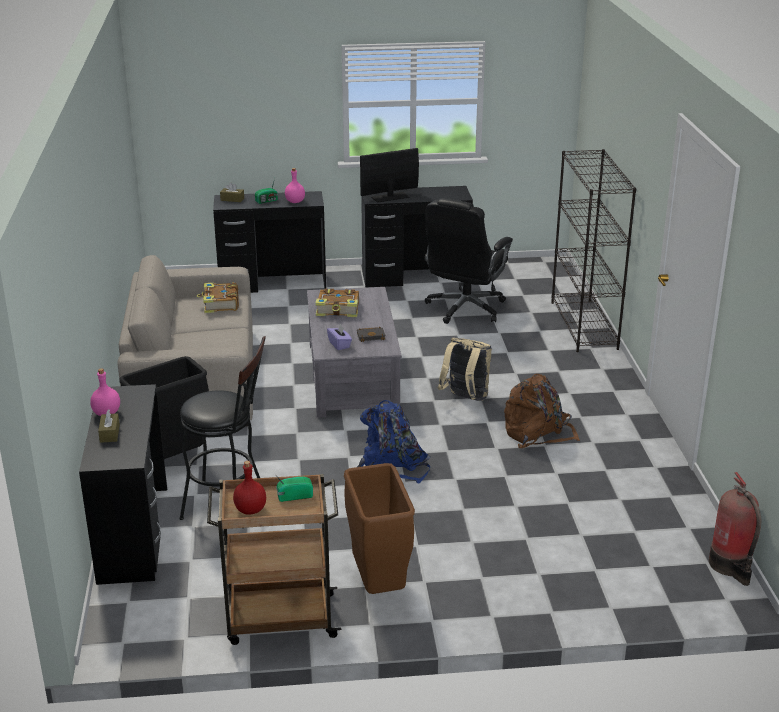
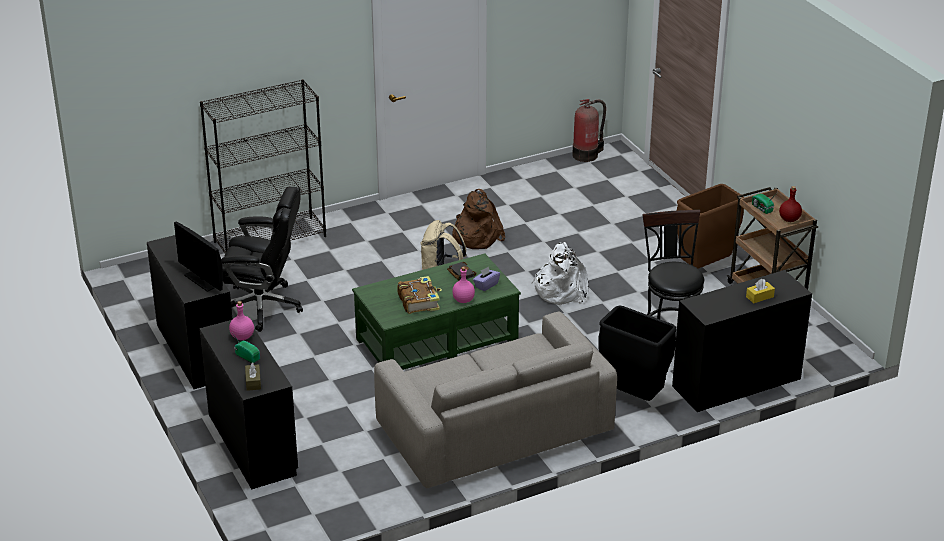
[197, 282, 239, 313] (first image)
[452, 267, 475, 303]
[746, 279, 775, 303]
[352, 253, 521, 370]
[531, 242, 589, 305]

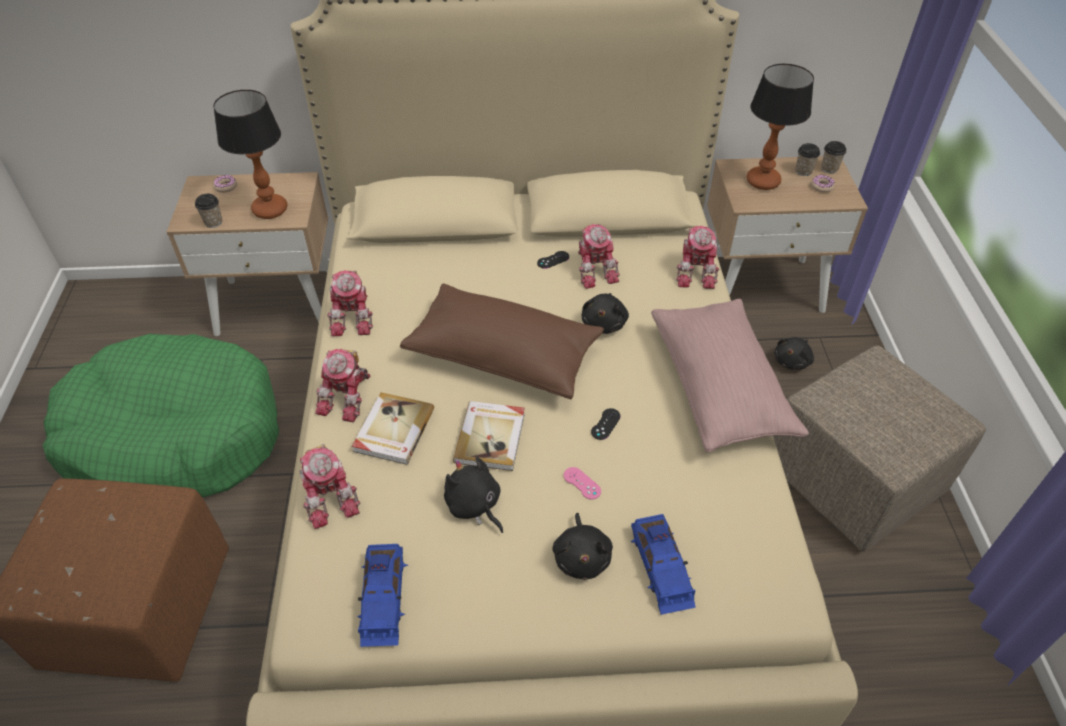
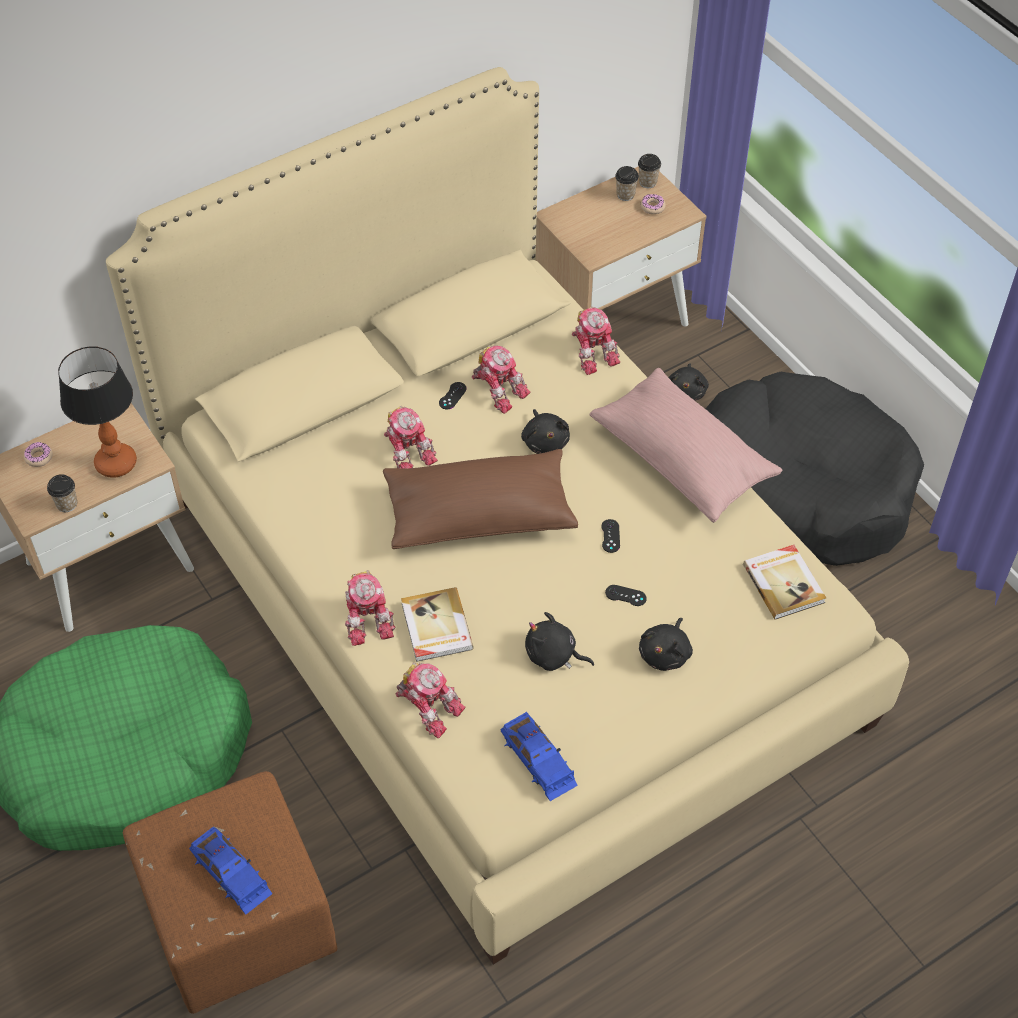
[747, 64, 814, 190] (first image)
[384, 406, 438, 468]
[743, 545, 826, 620]
[189, 826, 272, 914]
[705, 372, 924, 566]
[605, 585, 647, 606]
[639, 618, 693, 671]

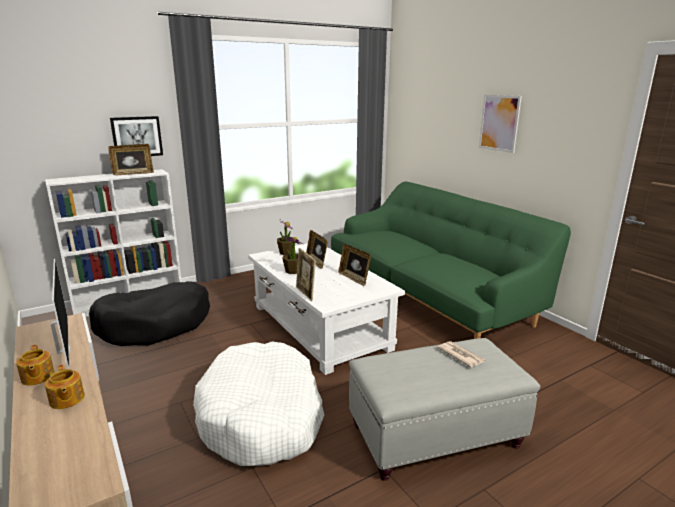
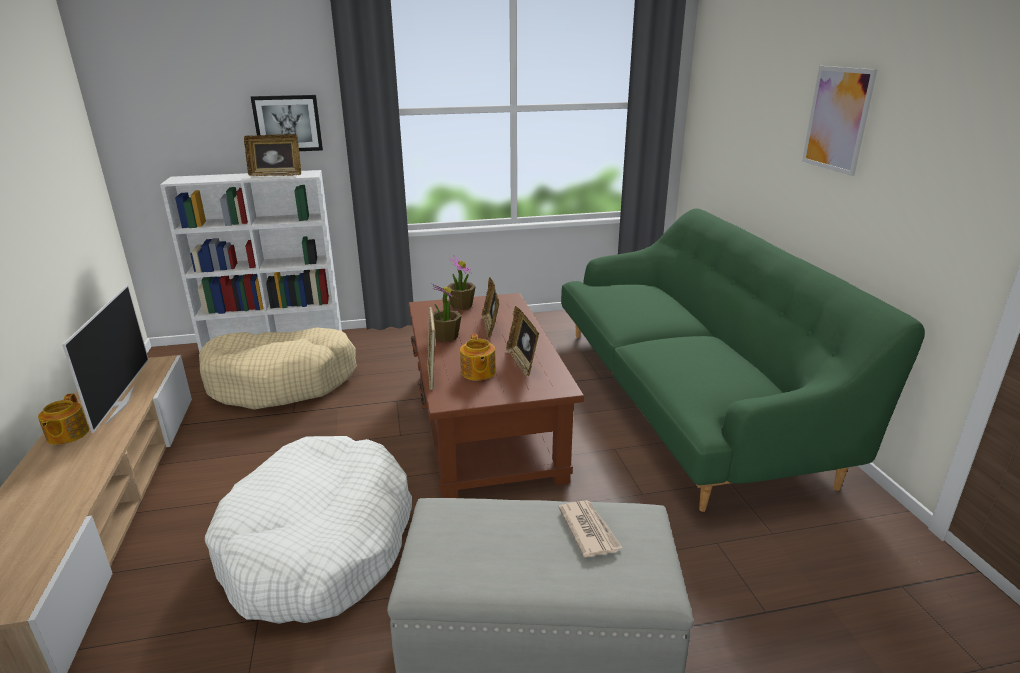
[460, 334, 496, 381]
[199, 327, 357, 410]
[409, 293, 584, 498]

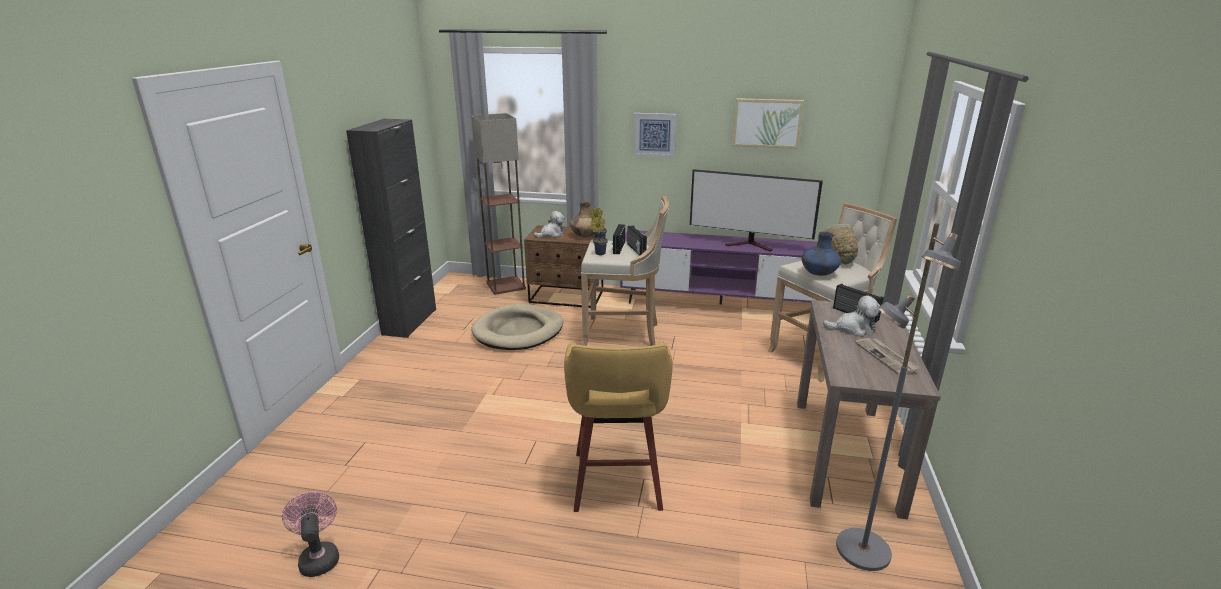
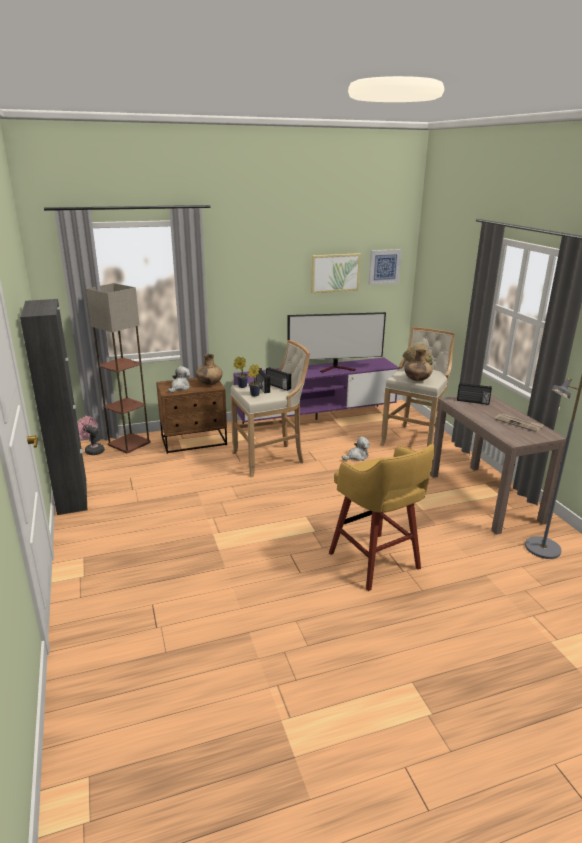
[471, 304, 563, 350] (first image)
[77, 416, 105, 455]
[369, 249, 402, 285]
[342, 436, 370, 461]
[404, 349, 433, 381]

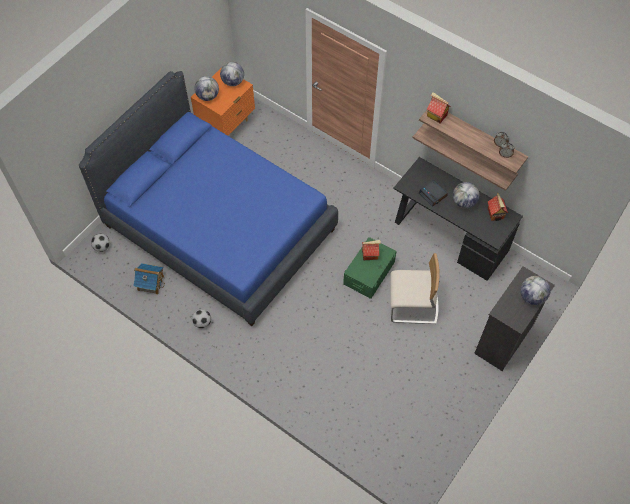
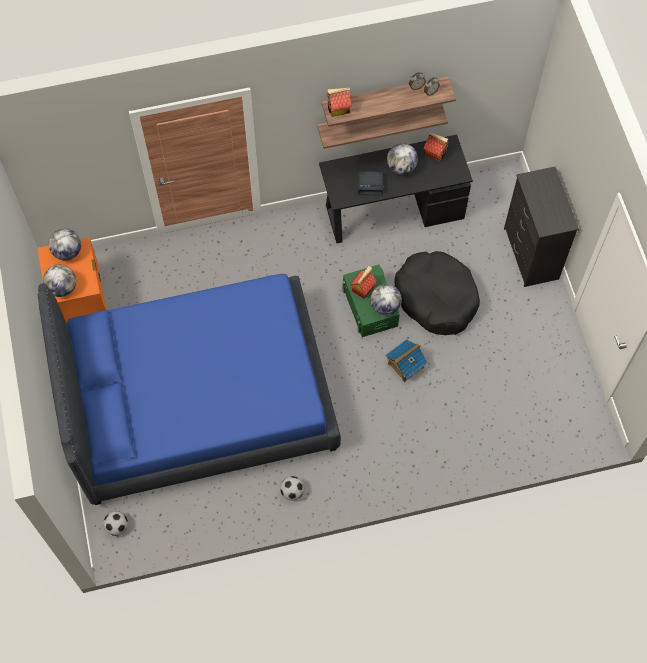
[385, 339, 428, 382]
[370, 284, 402, 315]
[394, 251, 480, 335]

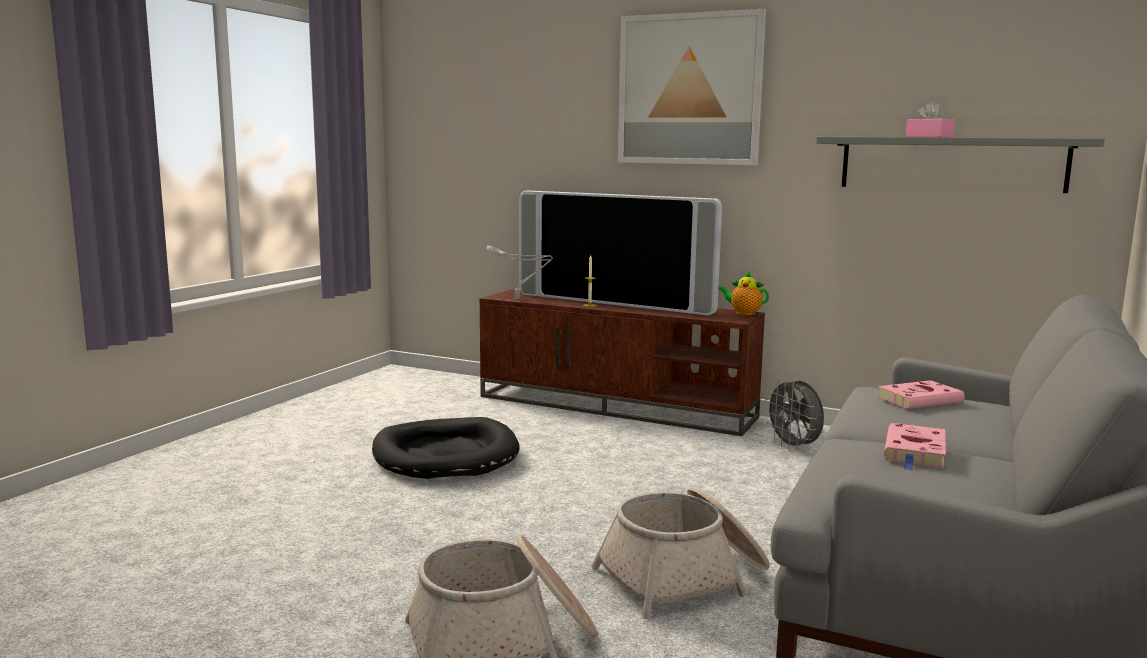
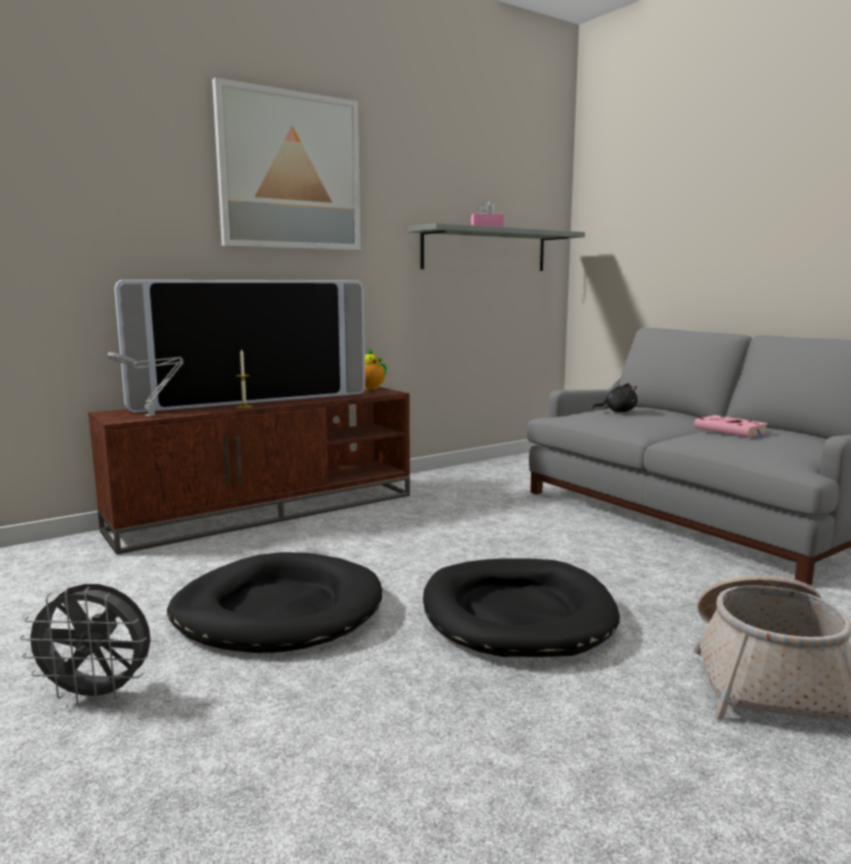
[591, 487, 770, 619] (first image)
[423, 558, 620, 657]
[19, 584, 150, 705]
[592, 383, 638, 412]

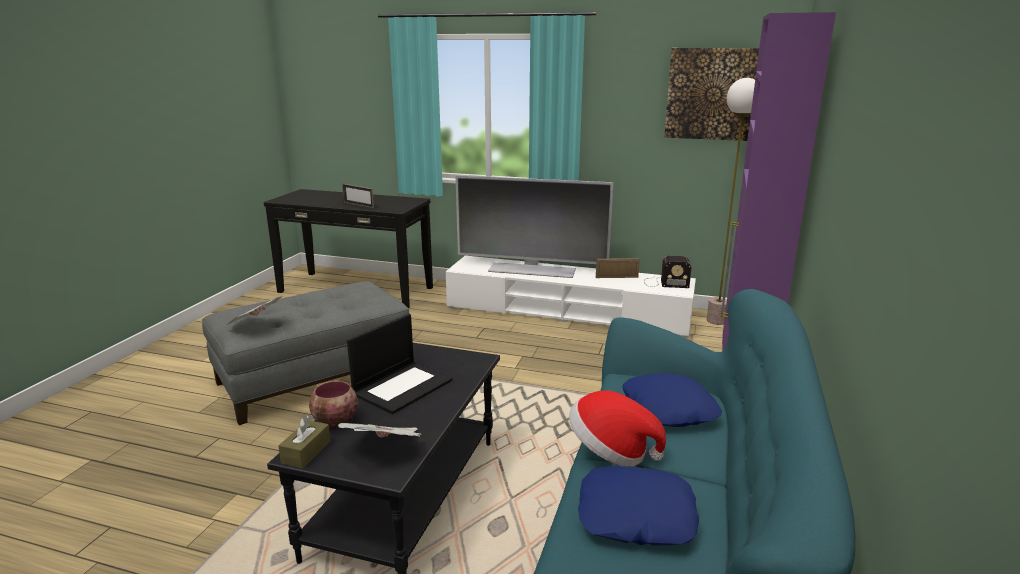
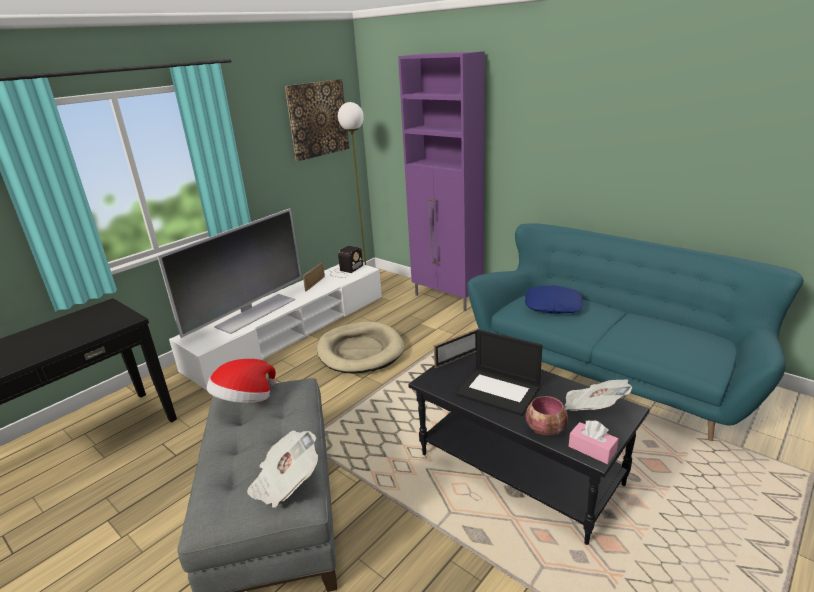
[578, 466, 699, 546] (first image)
[317, 322, 404, 374]
[434, 328, 480, 368]
[207, 359, 276, 403]
[569, 420, 619, 464]
[456, 329, 542, 416]

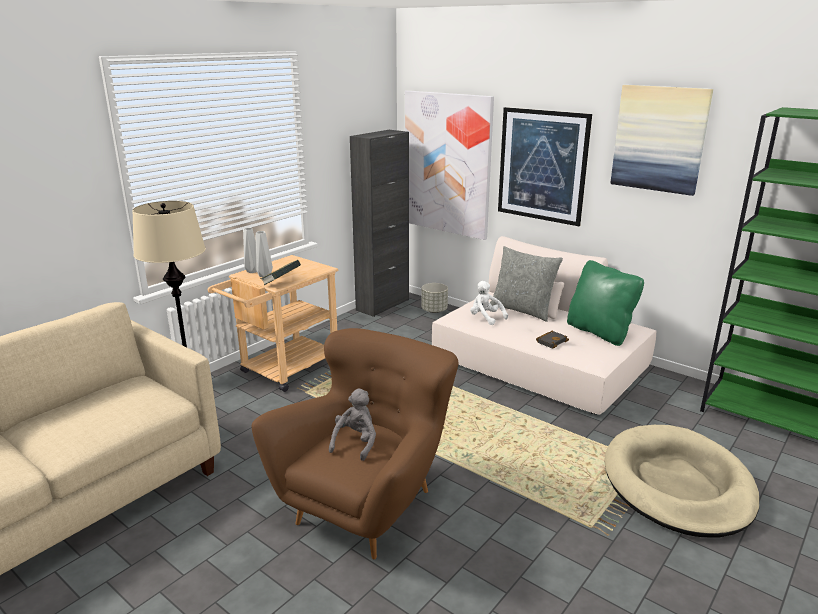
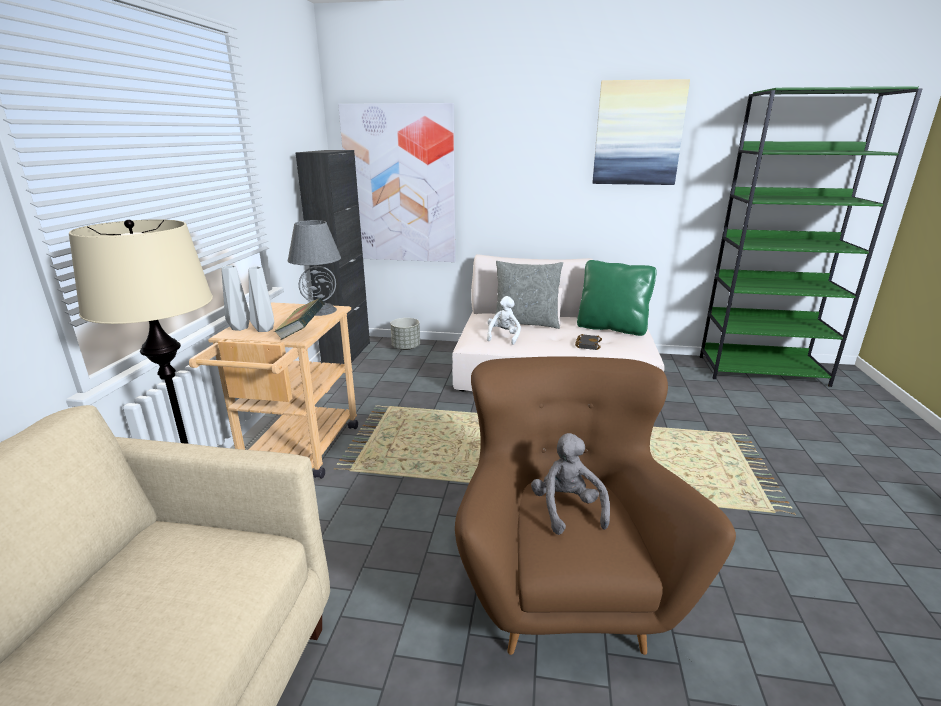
[498, 107, 592, 226] (first image)
[604, 425, 759, 538] (first image)
[288, 220, 341, 316]
[487, 296, 521, 345]

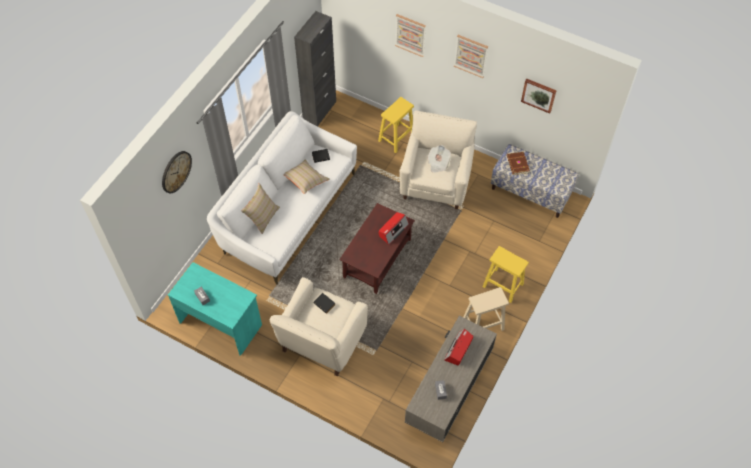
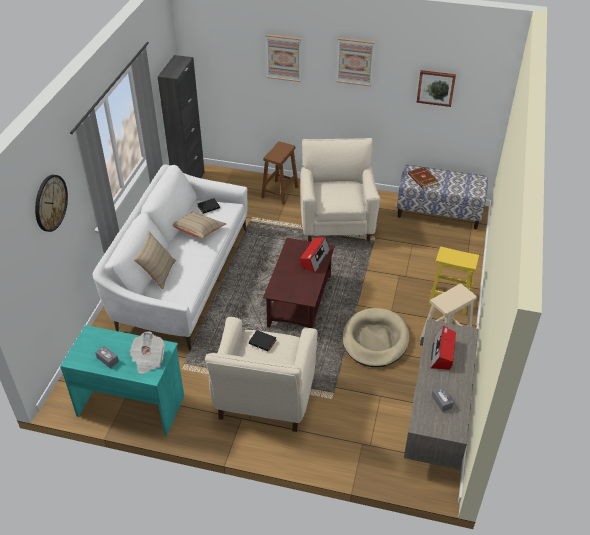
[342, 308, 409, 367]
[129, 331, 165, 374]
[261, 141, 299, 205]

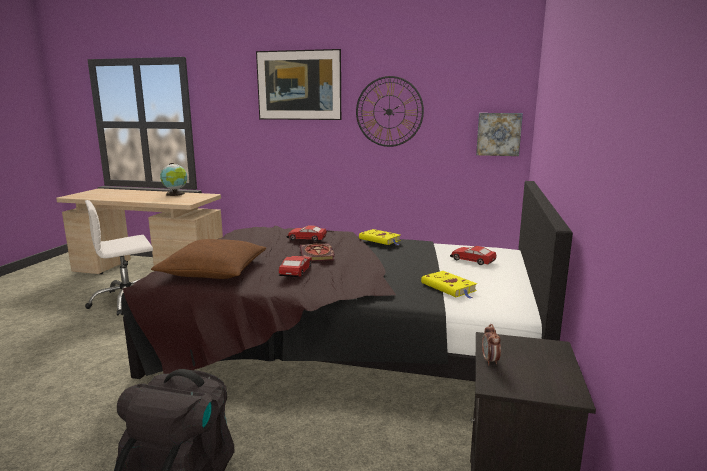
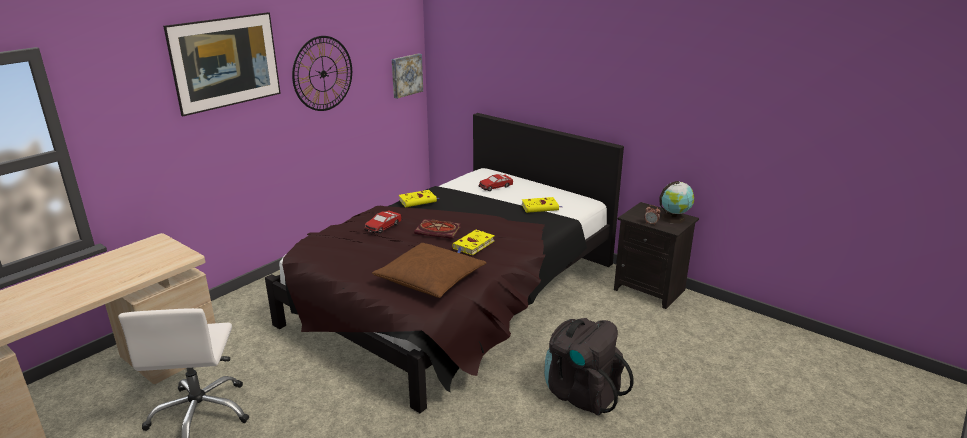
[659, 181, 694, 223]
[452, 230, 495, 255]

